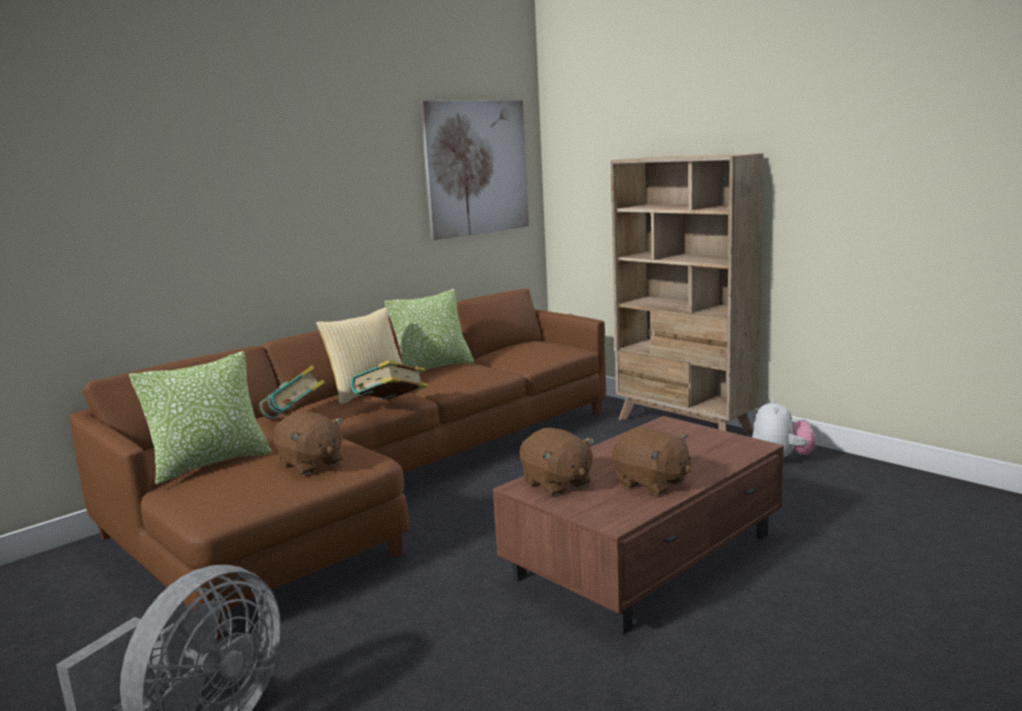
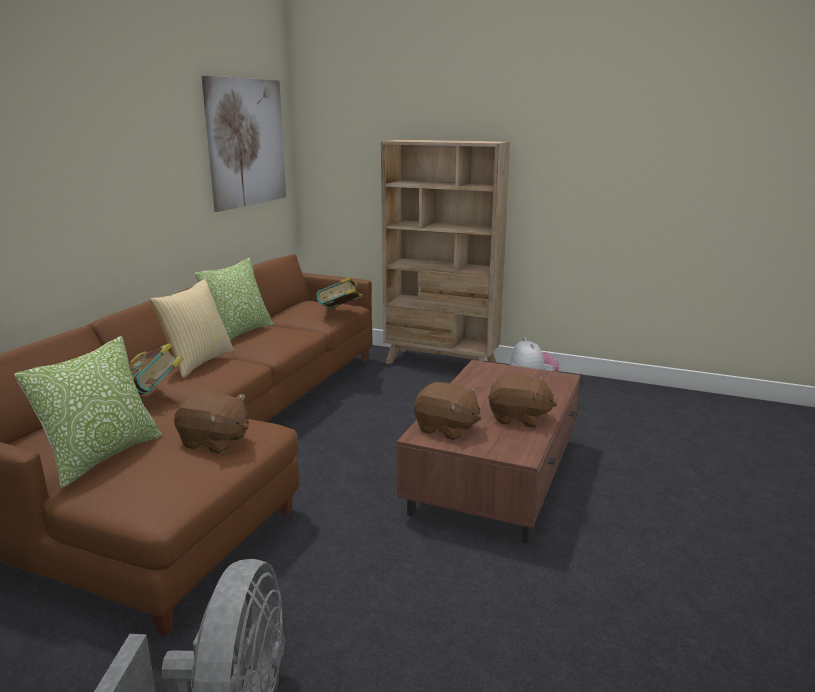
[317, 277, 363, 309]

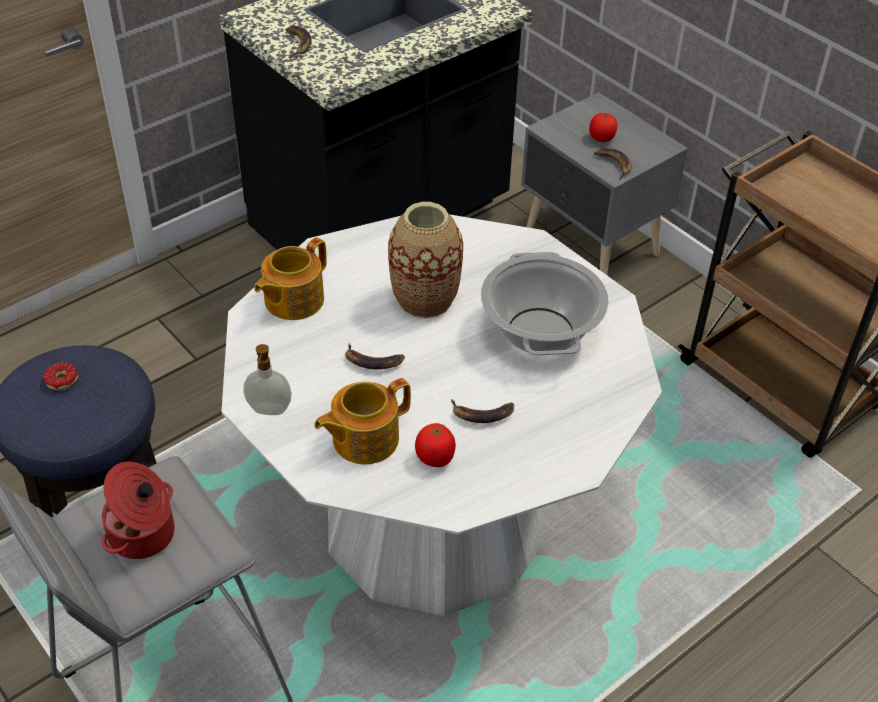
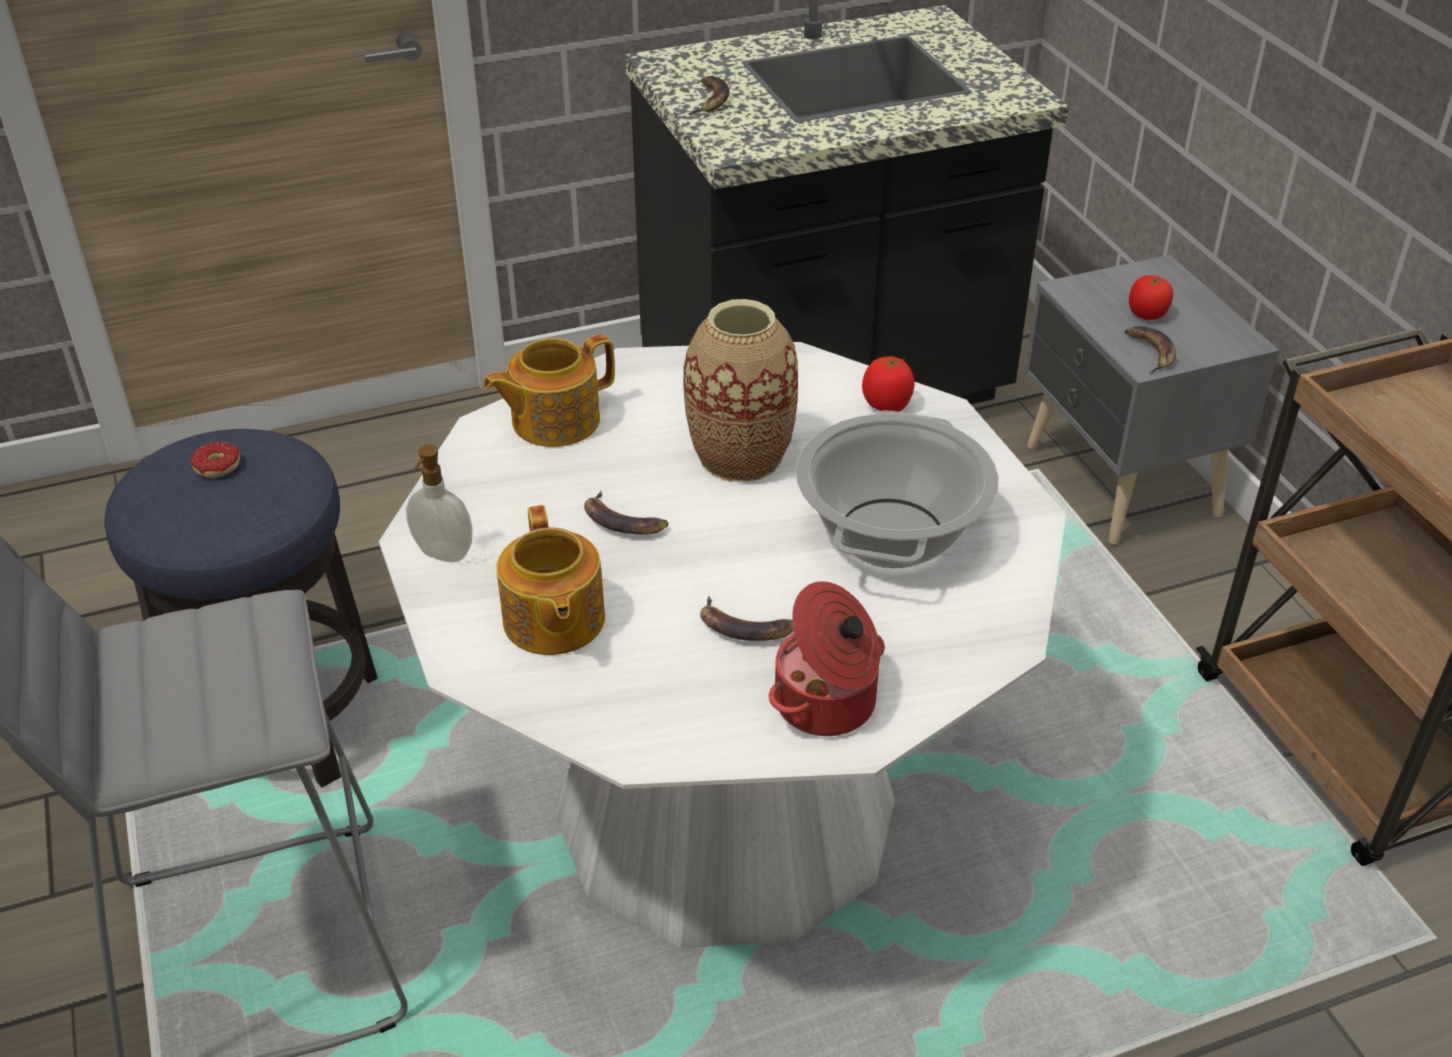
[769, 581, 885, 736]
[862, 356, 915, 412]
[496, 505, 605, 655]

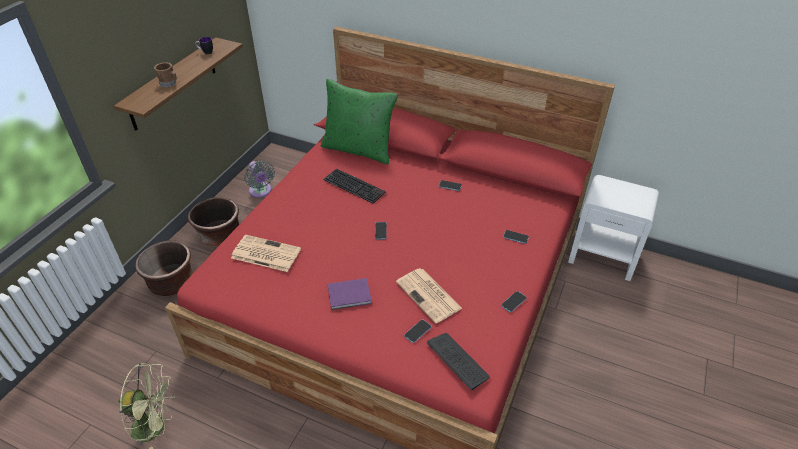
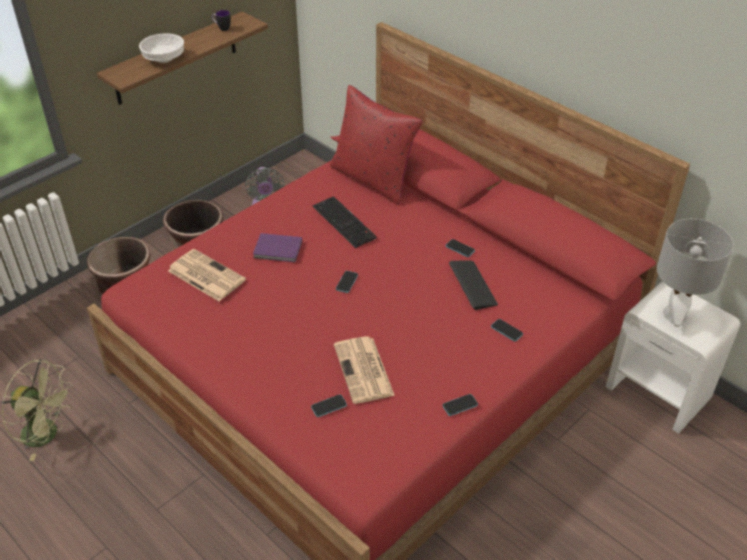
[657, 219, 734, 327]
[253, 233, 302, 262]
[449, 260, 498, 310]
[139, 34, 184, 63]
[330, 85, 423, 205]

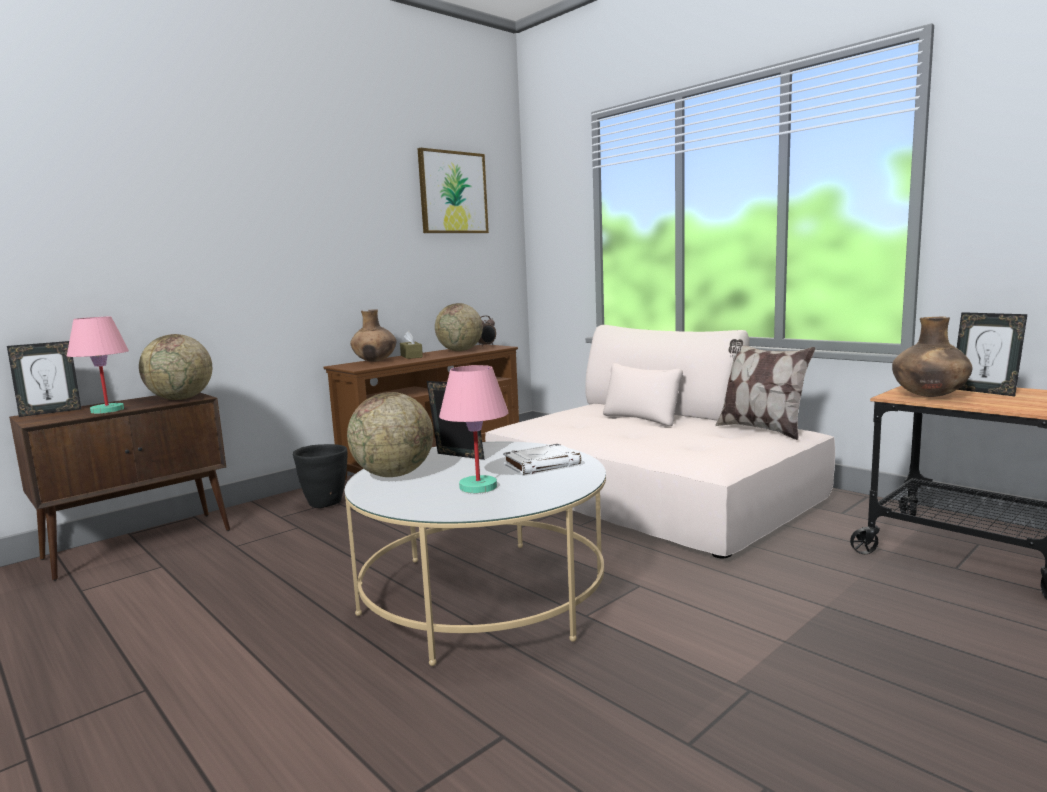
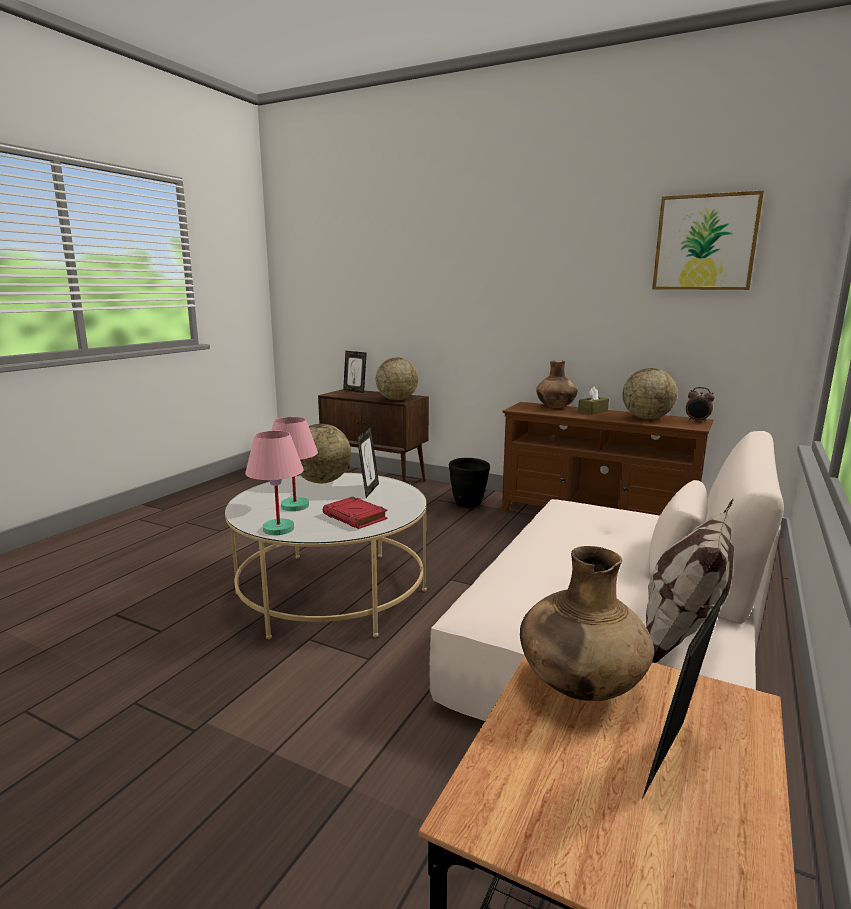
[245, 431, 304, 535]
[323, 497, 388, 529]

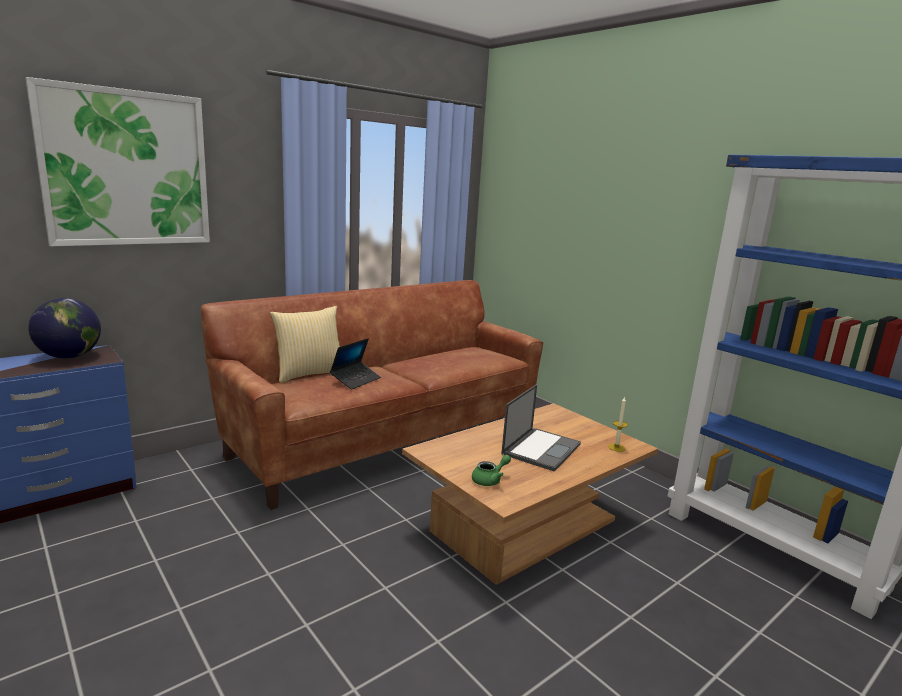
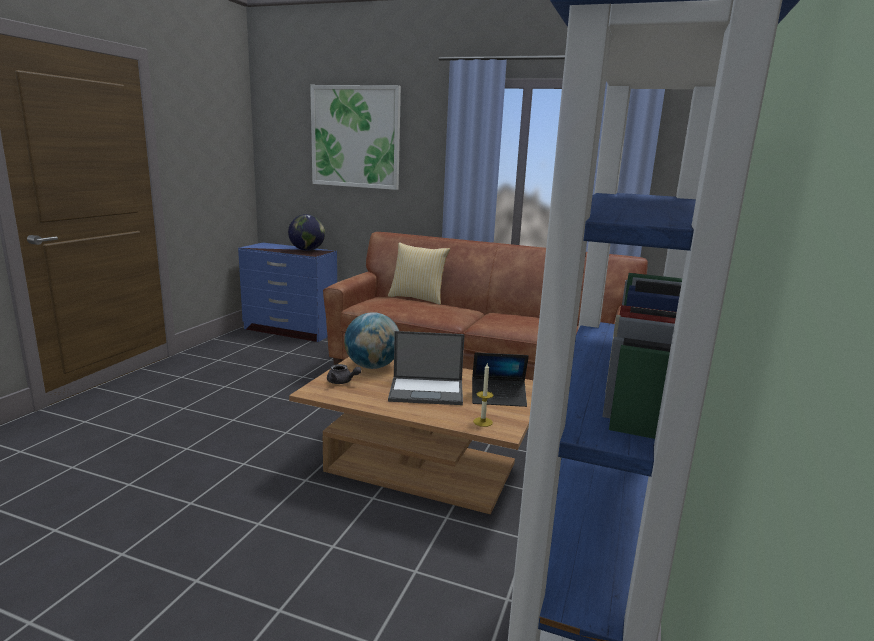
[344, 312, 399, 369]
[472, 352, 529, 407]
[327, 364, 362, 384]

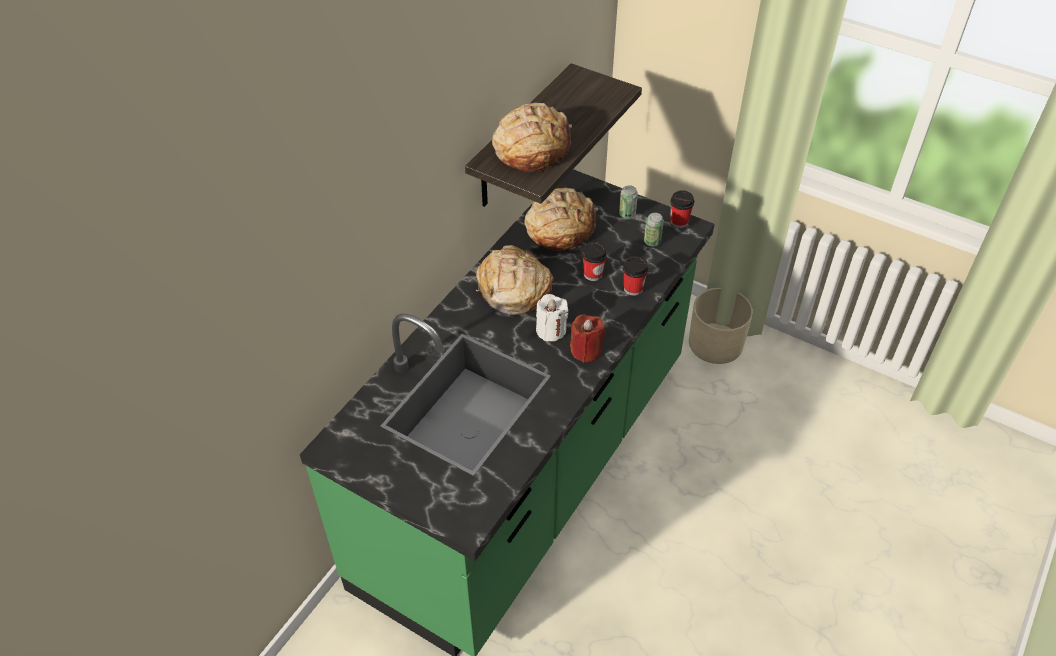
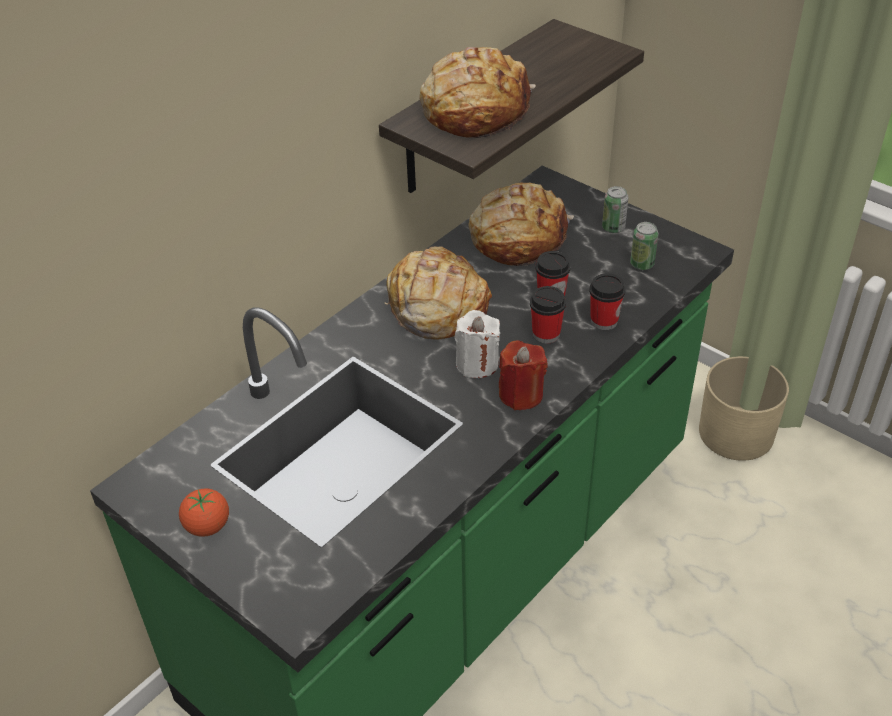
[179, 488, 229, 537]
[530, 286, 566, 343]

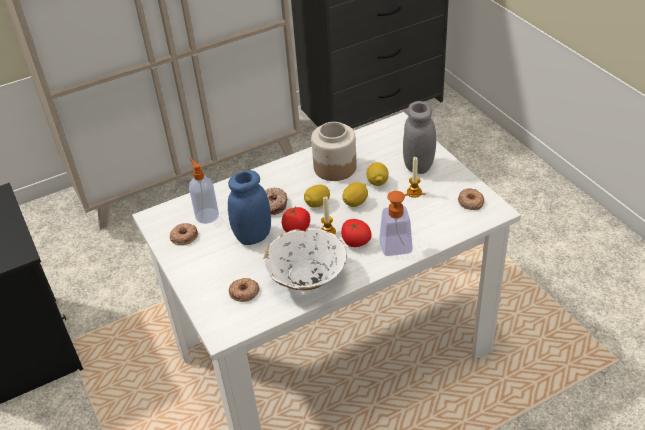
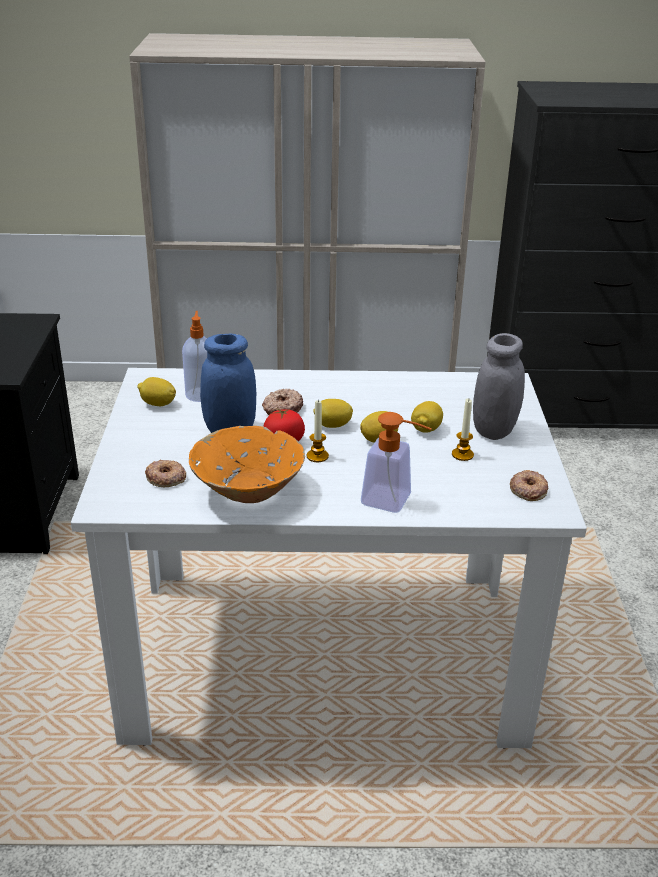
[311, 122, 357, 181] (first image)
[341, 219, 372, 247] (first image)
[137, 377, 176, 406]
[189, 426, 305, 503]

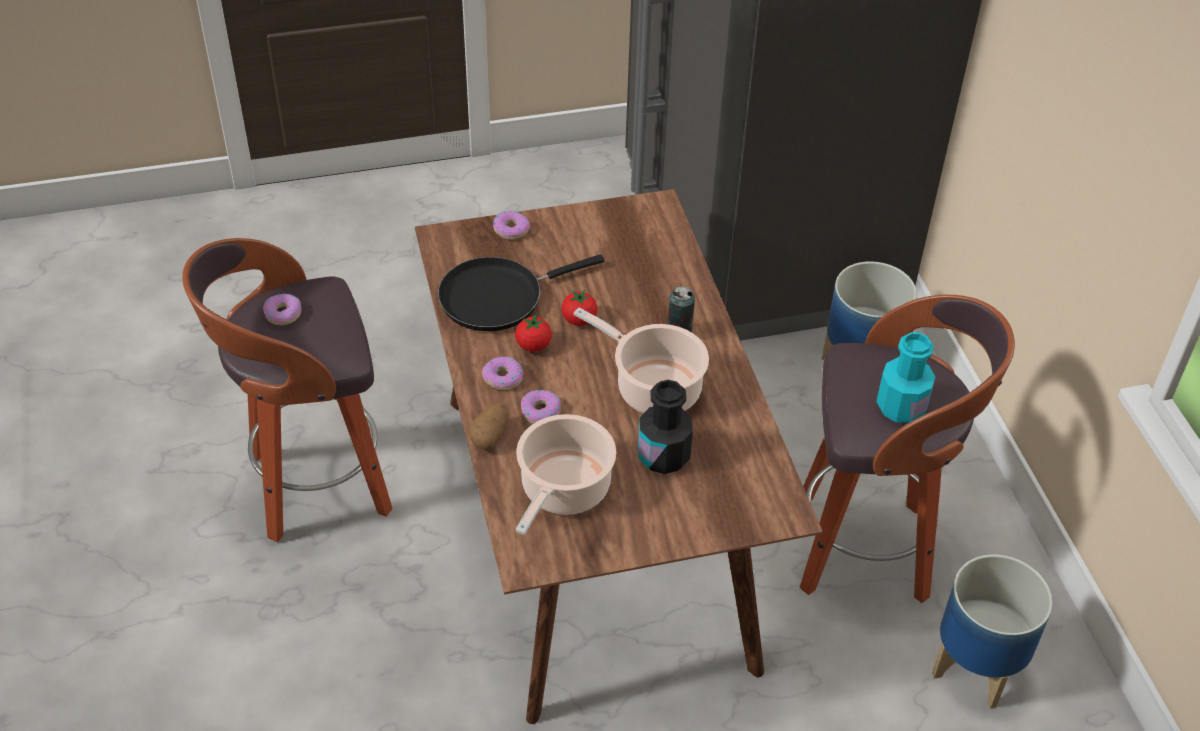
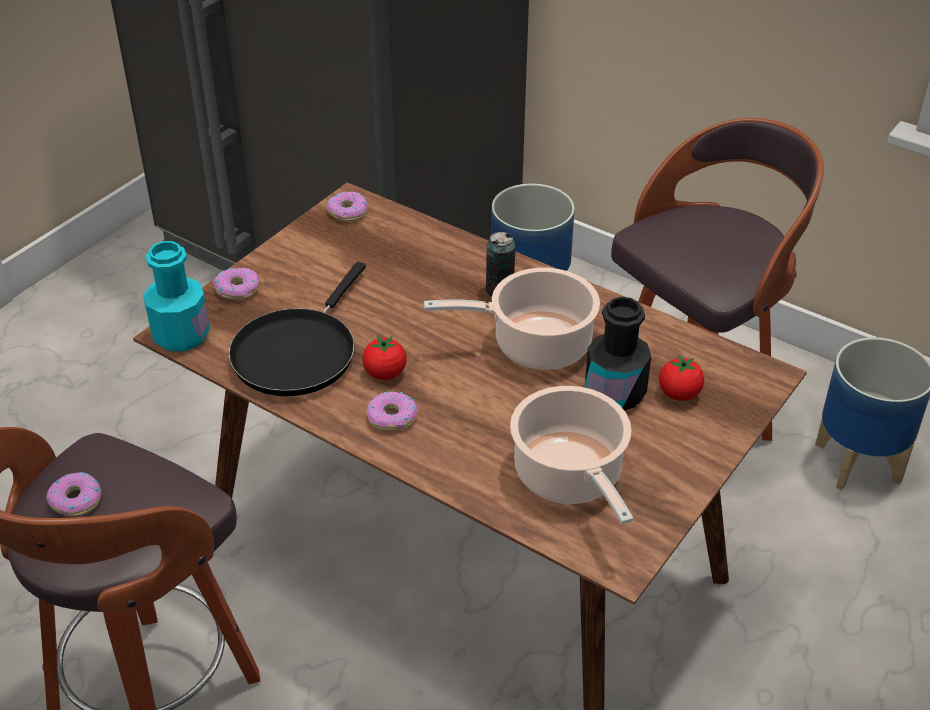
[468, 403, 509, 451] (first image)
[326, 191, 368, 222]
[659, 355, 704, 401]
[143, 241, 210, 351]

